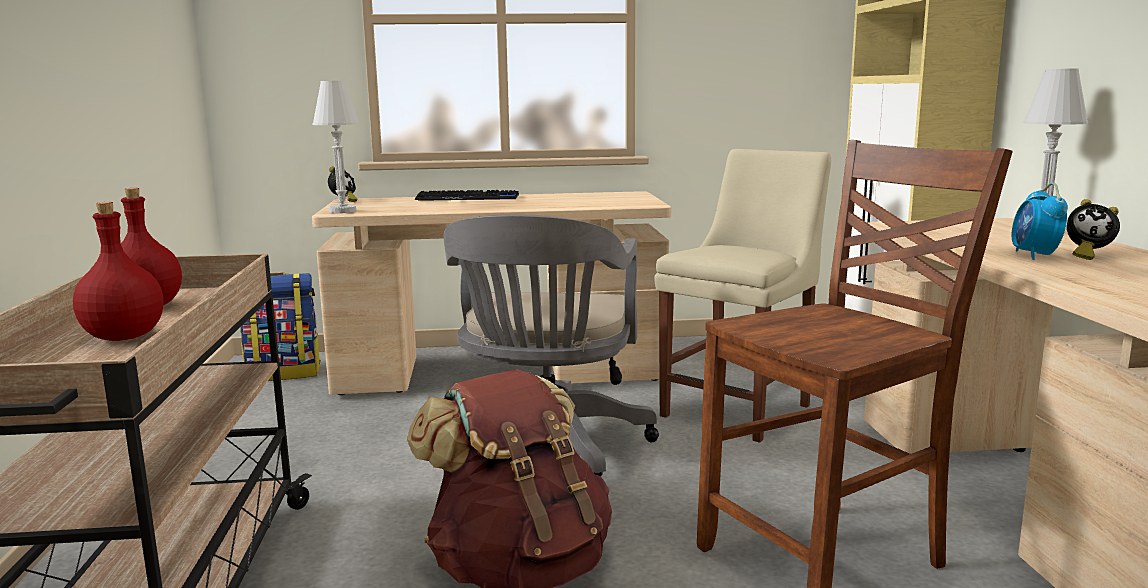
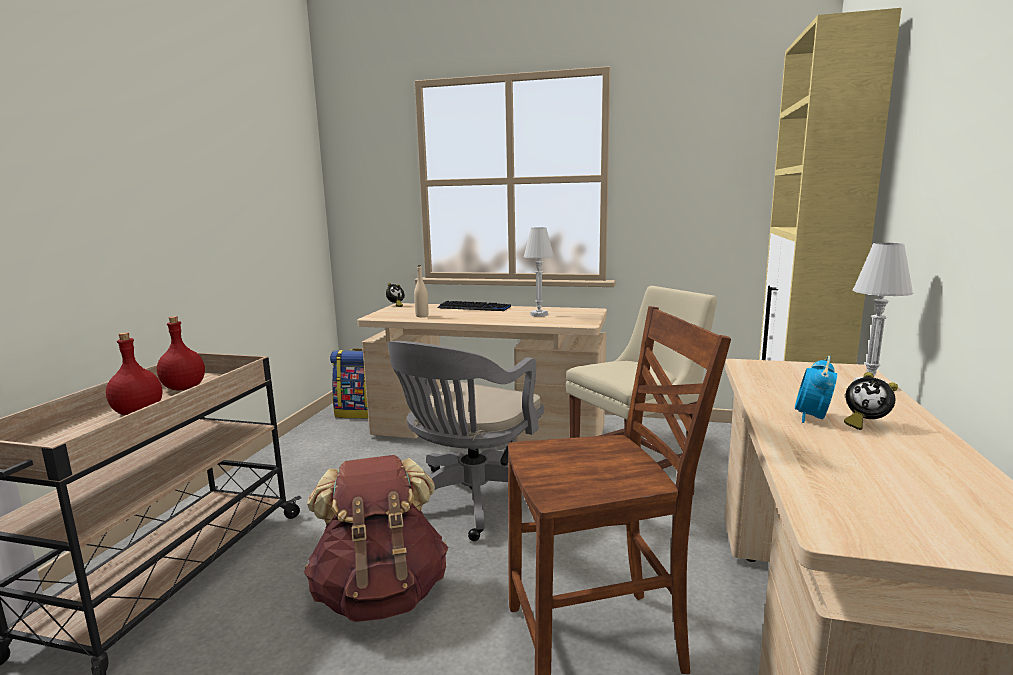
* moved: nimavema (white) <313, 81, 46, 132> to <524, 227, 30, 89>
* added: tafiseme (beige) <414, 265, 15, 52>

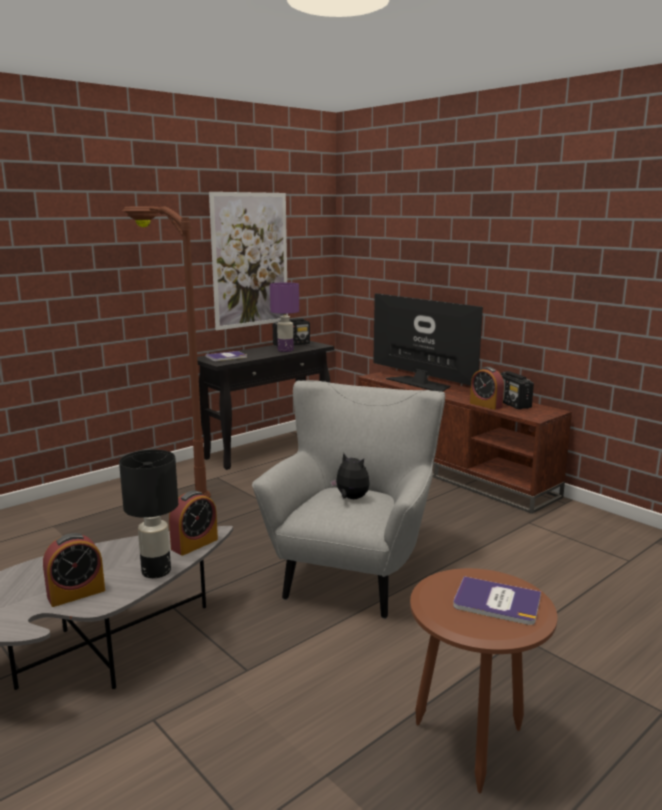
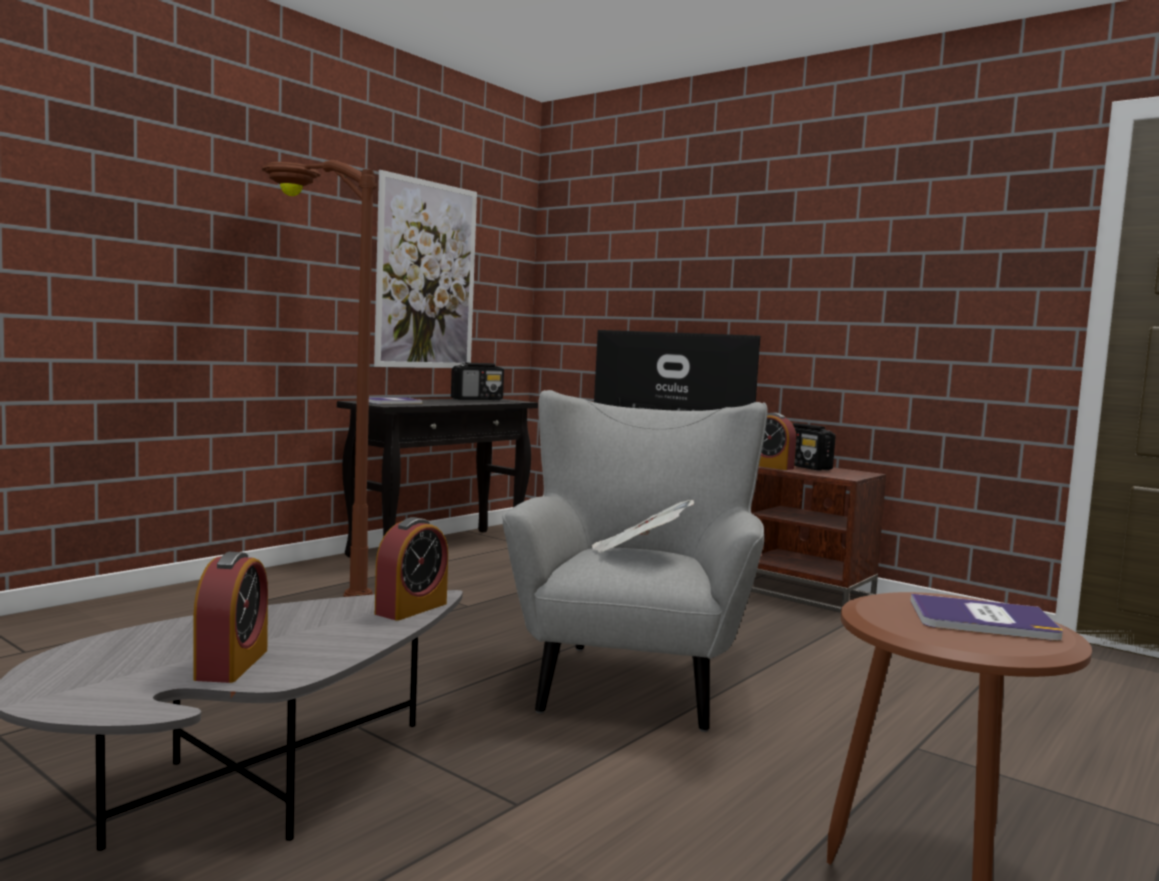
* removed: nimavema (purple) <270, 282, 29, 70>
* removed: nimavema (black) <119, 450, 59, 128>
* replaced: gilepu <330, 453, 39, 46> to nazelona <592, 500, 102, 53>
* turned: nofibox <43, 533, 62, 74> = <193, 552, 75, 131> 45 degrees counterclockwise

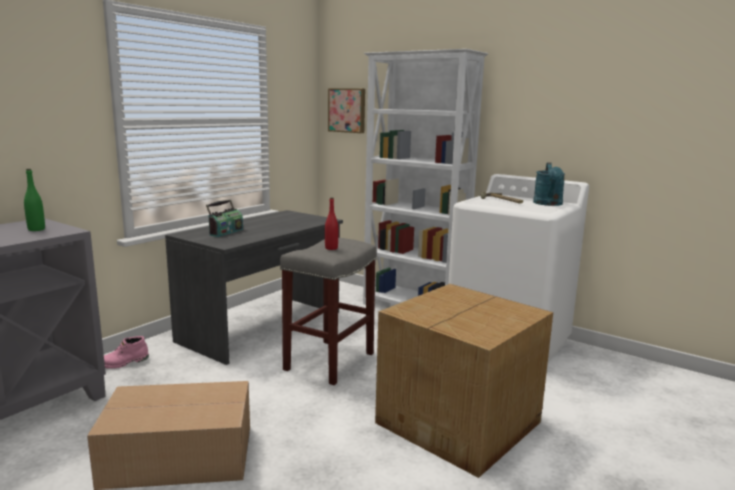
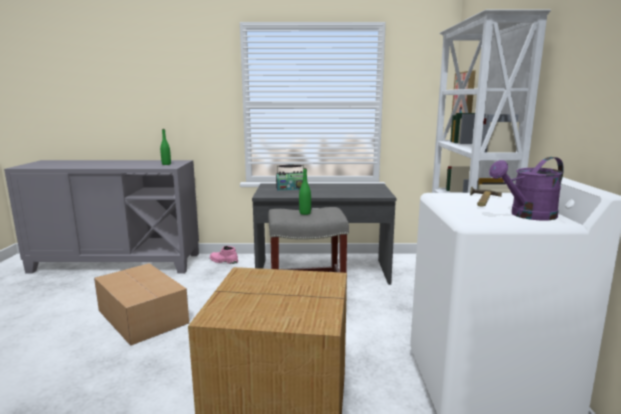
* recoloured: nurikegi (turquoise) <533, 162, 32, 44> to nurikegi (purple) <489, 157, 75, 63>
* recoloured: tafiseme (red) <325, 198, 13, 52> to tafiseme (green) <299, 168, 12, 47>

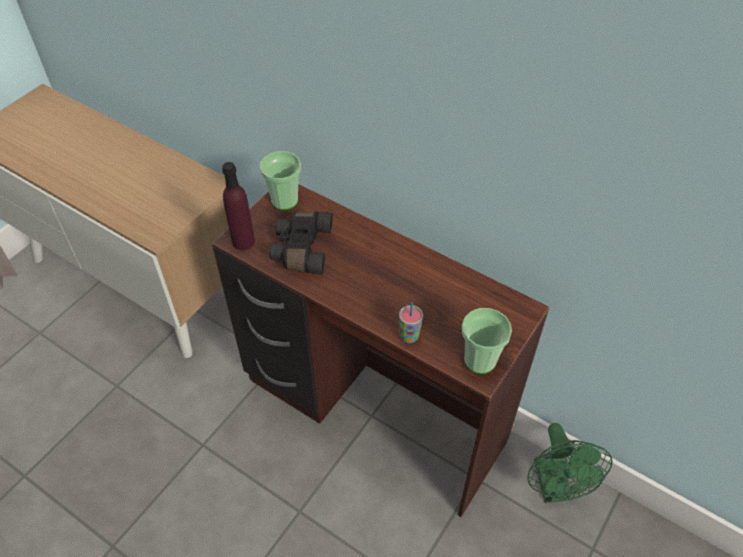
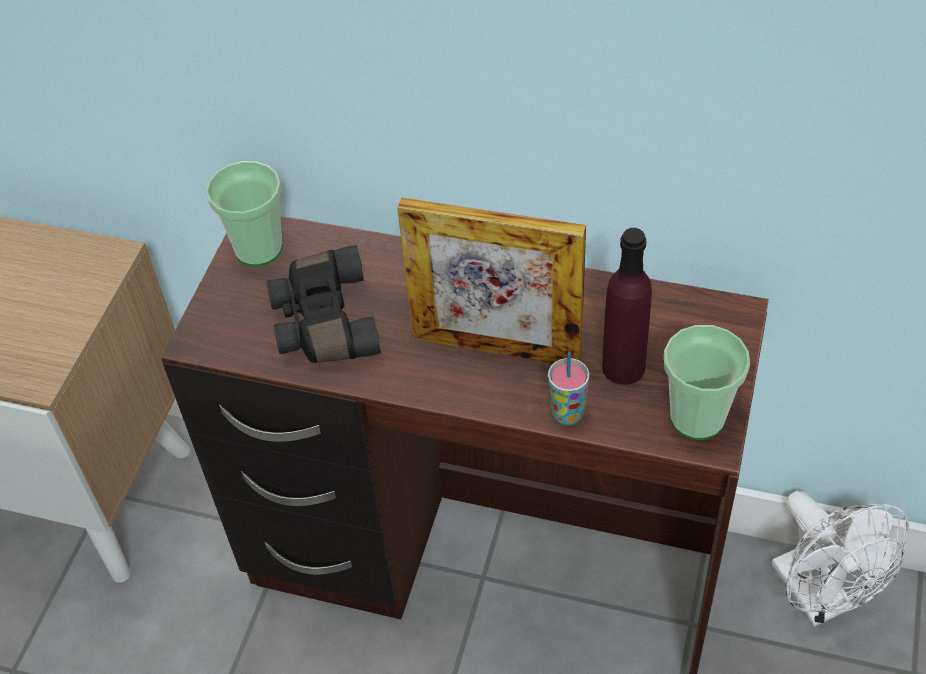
* moved: tafiseme (purple) <222, 162, 33, 88> to <602, 228, 50, 157>
* recoloured: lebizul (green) <527, 423, 86, 80> to lebizul (white) <771, 491, 138, 136>
* added: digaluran <397, 197, 189, 166>

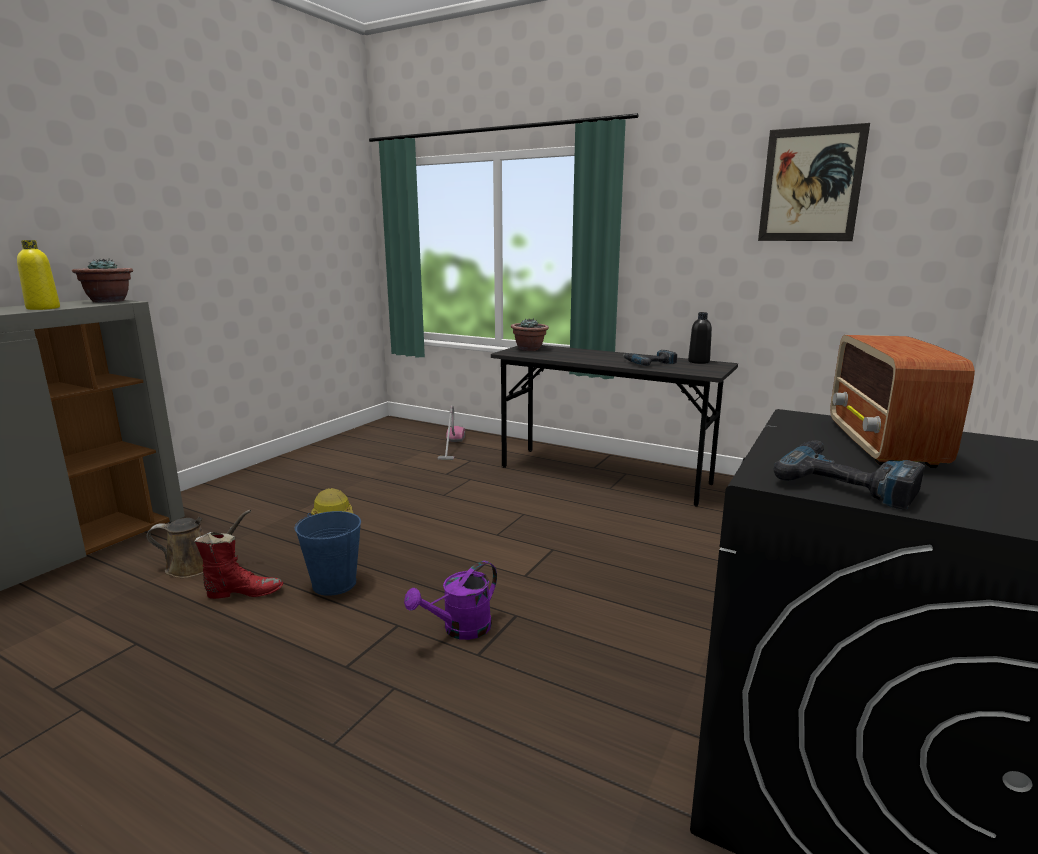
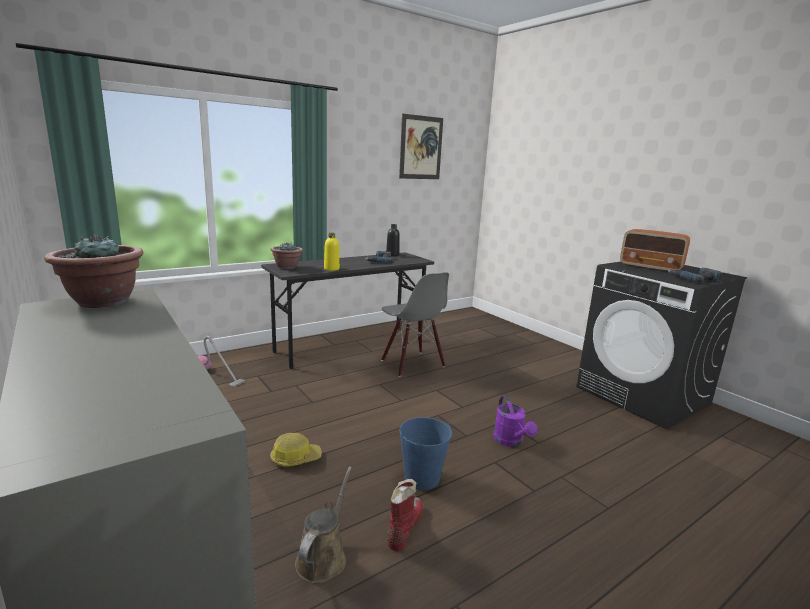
* moved: tafiseme (yellow) <17, 240, 43, 70> to <324, 233, 16, 38>
* added: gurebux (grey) <381, 272, 68, 105>

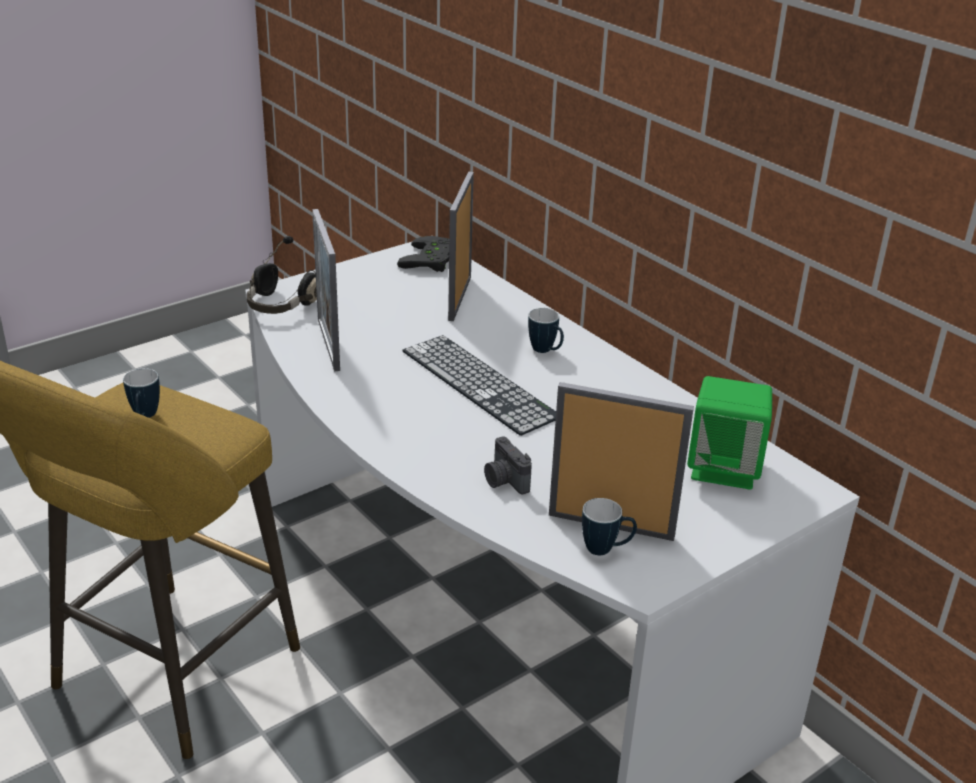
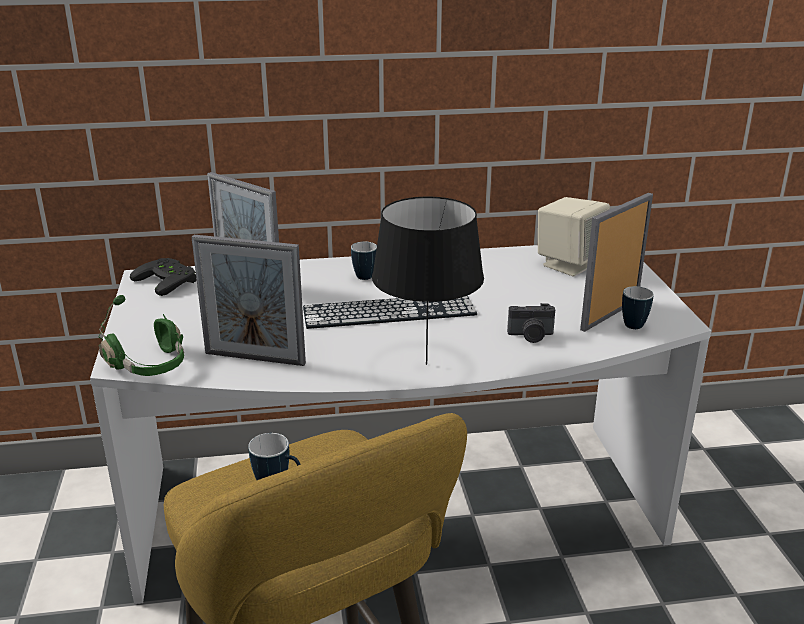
* recoloured: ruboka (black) <247, 236, 70, 78> to ruboka (green) <99, 295, 85, 81>
* recoloured: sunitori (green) <687, 376, 85, 114> to sunitori (beige) <538, 197, 72, 80>
* added: nimavema (black) <372, 197, 112, 168>

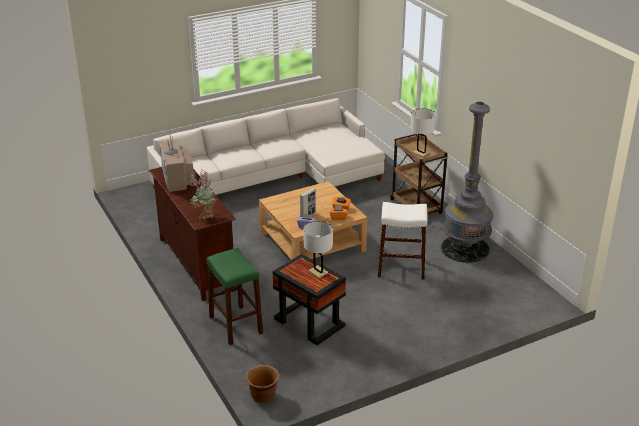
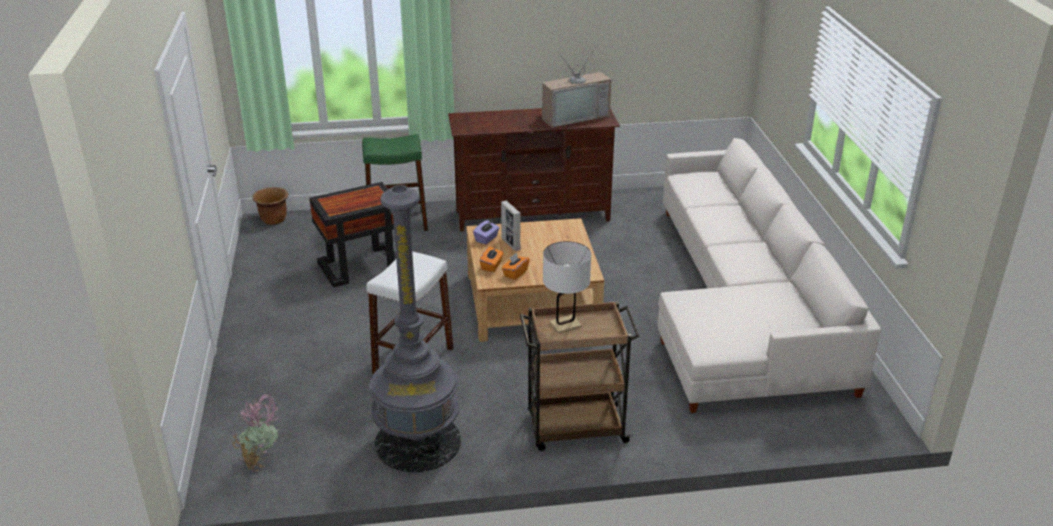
* turned: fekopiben <160, 123, 34, 69> = <542, 45, 69, 82> 150 degrees clockwise
* moved: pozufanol <189, 170, 27, 51> to <232, 393, 47, 78>
* removed: nimavema (white) <303, 221, 30, 58>

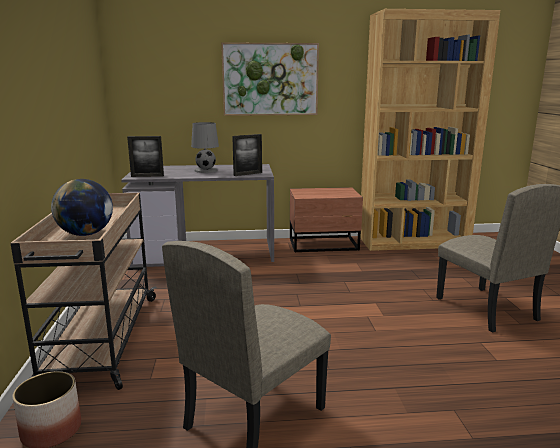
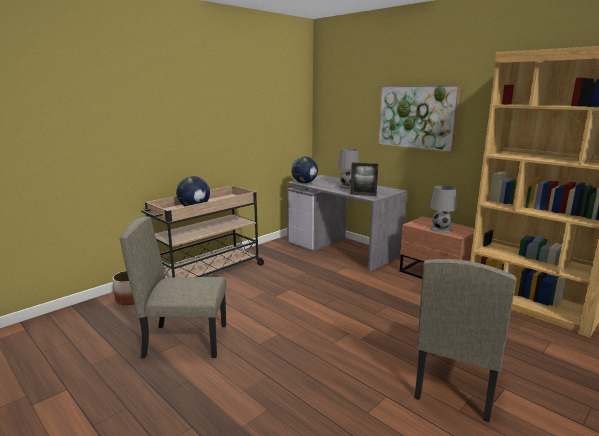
* replaced: digaluran <127, 136, 37, 41> to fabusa <291, 156, 27, 27>
* added: nimavema (grey) <430, 185, 26, 48>

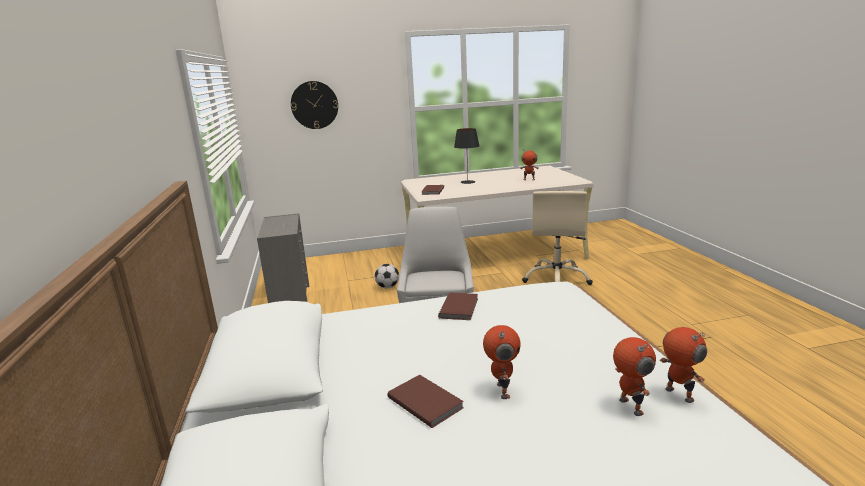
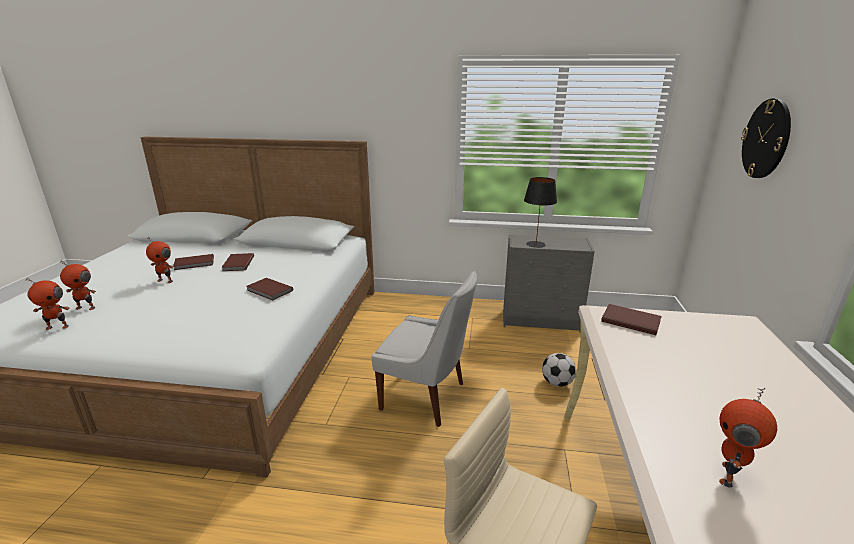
* moved: nimavema (black) <454, 128, 26, 56> to <524, 177, 33, 71>
* added: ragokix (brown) <221, 253, 33, 18>

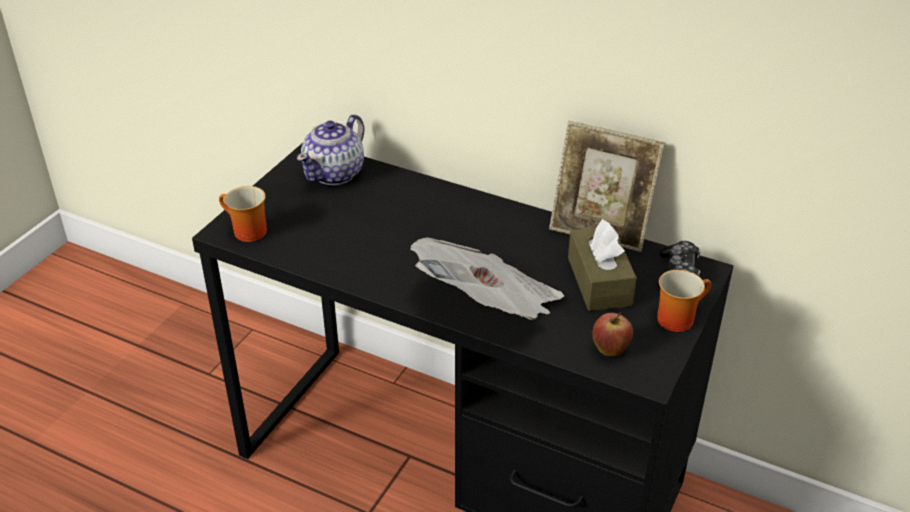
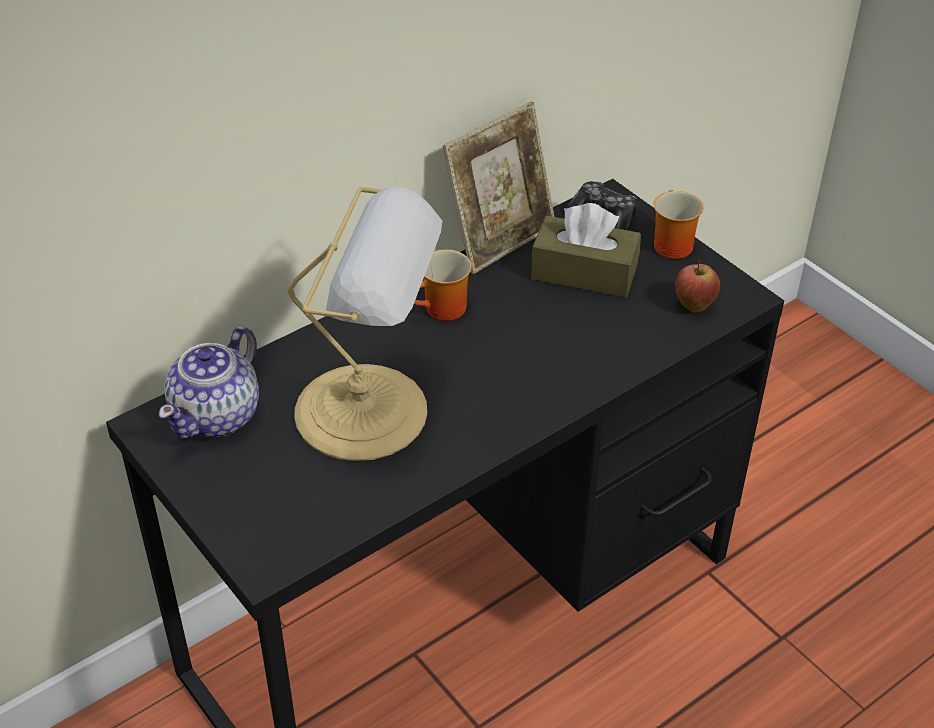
* turned: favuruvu <297, 114, 68, 71> = <159, 326, 100, 113> 60 degrees clockwise
* moved: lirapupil <219, 186, 48, 56> to <414, 249, 58, 72>
* removed: nazelona <411, 237, 153, 83>
* added: nimavema <288, 187, 154, 274>

